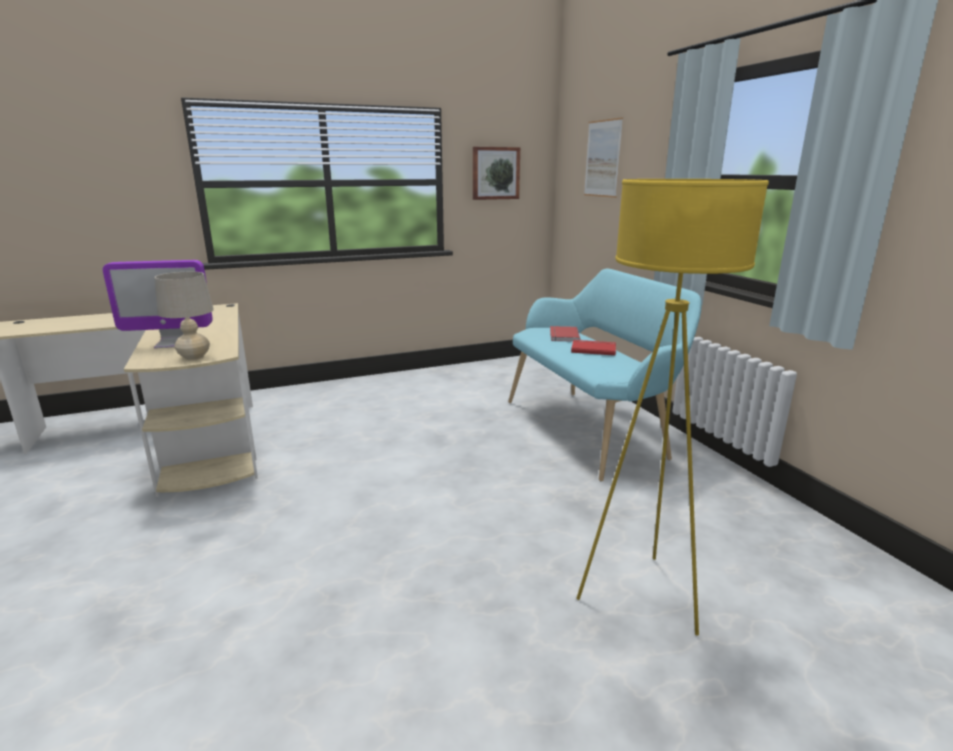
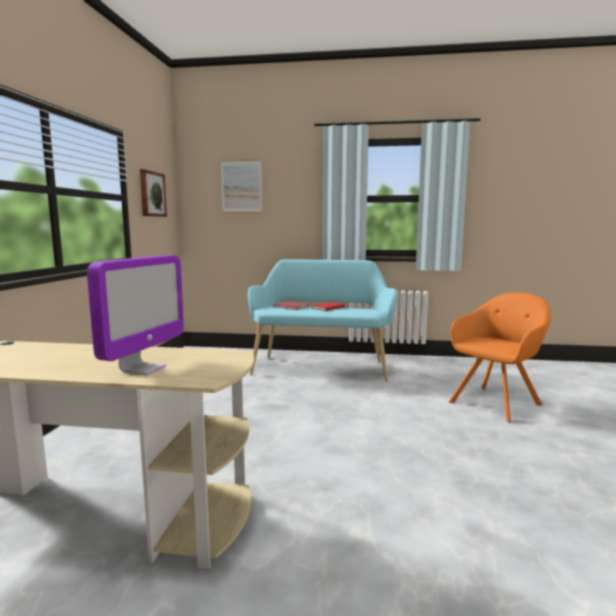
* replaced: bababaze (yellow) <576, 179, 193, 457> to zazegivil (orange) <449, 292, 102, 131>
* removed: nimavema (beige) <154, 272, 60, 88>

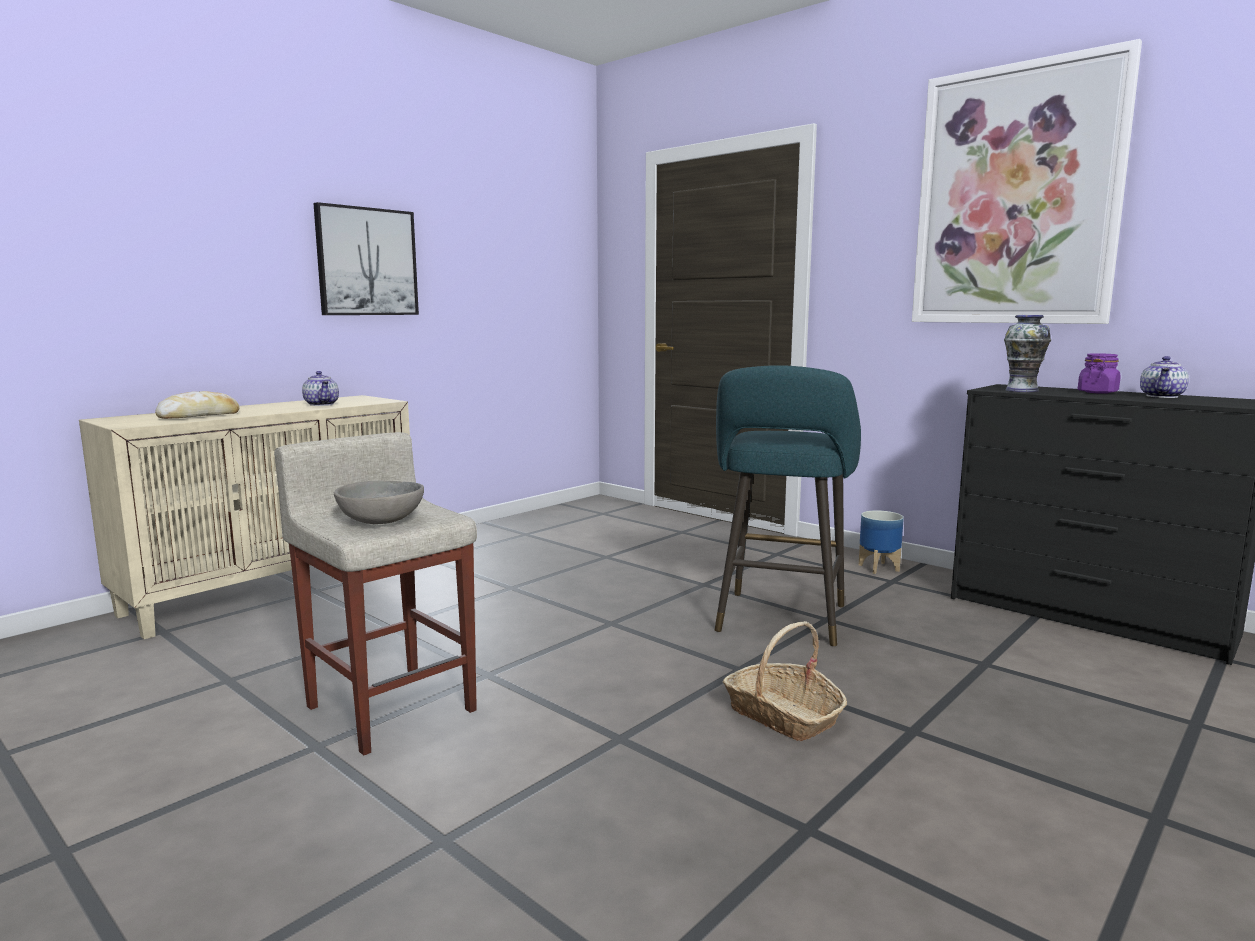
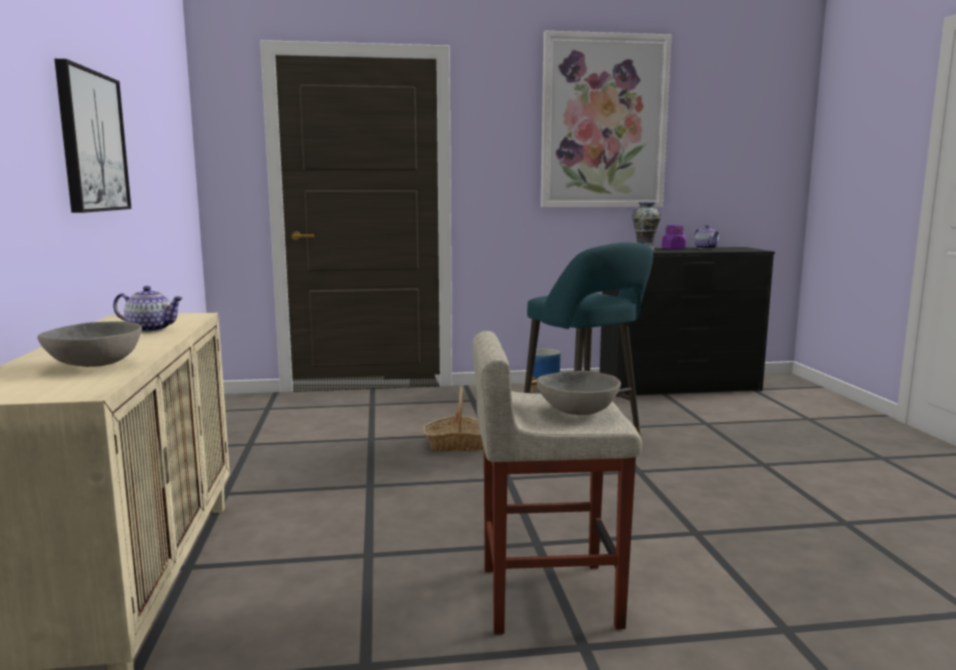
* replaced: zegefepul <155, 391, 84, 28> to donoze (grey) <37, 321, 105, 46>
* moved: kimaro <722, 621, 125, 120> to <423, 386, 61, 65>

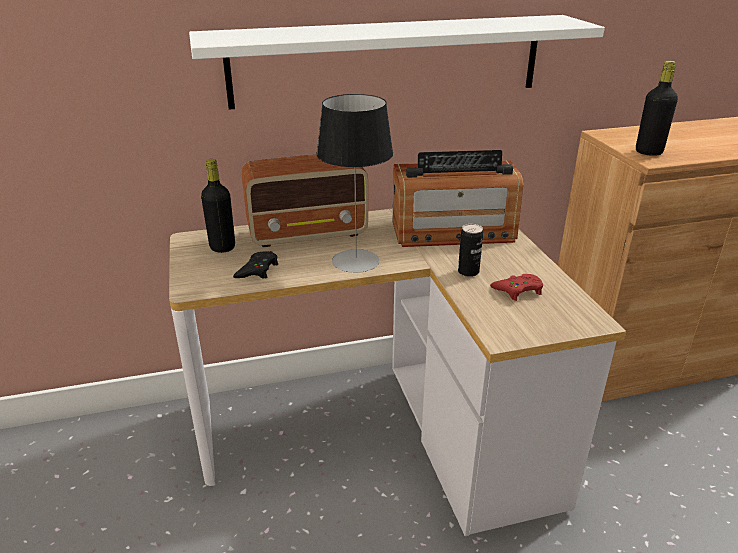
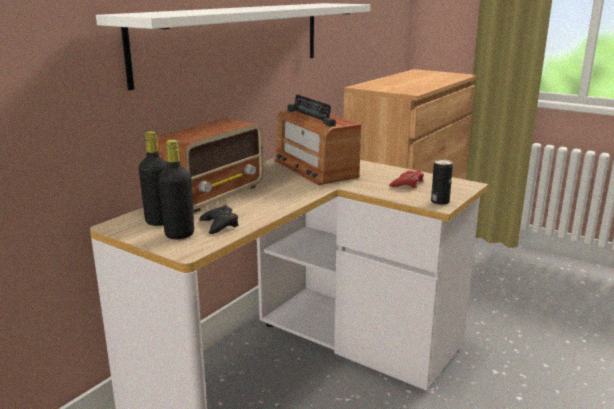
* moved: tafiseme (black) <636, 61, 42, 95> to <159, 140, 35, 99>
* removed: nimavema <316, 94, 77, 179>
* turned: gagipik <393, 150, 130, 97> = <274, 95, 87, 90> 105 degrees clockwise
* moved: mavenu <458, 224, 25, 53> to <431, 159, 22, 46>

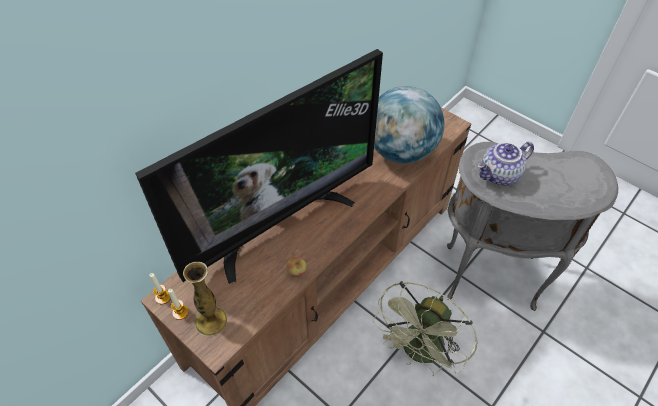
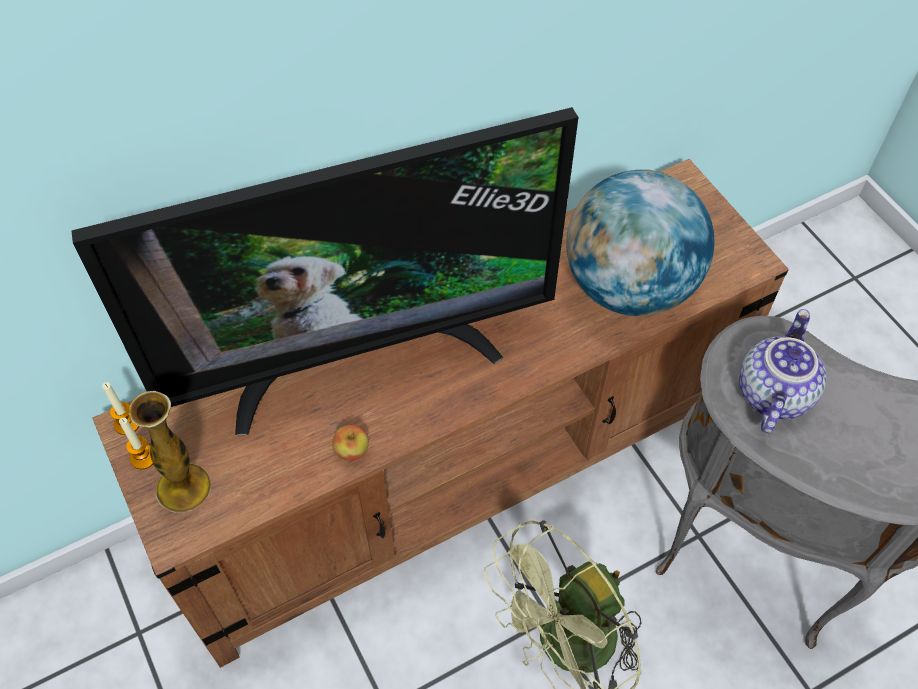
* turned: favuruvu <477, 142, 57, 43> = <739, 309, 87, 124> 120 degrees clockwise

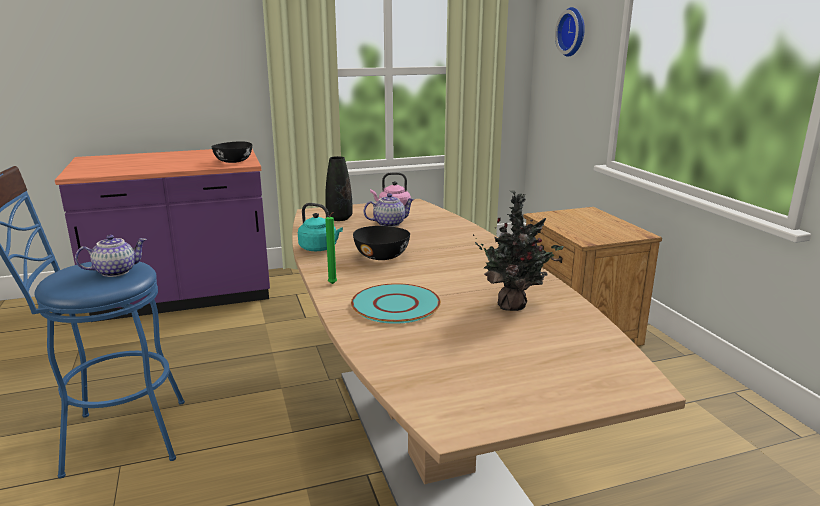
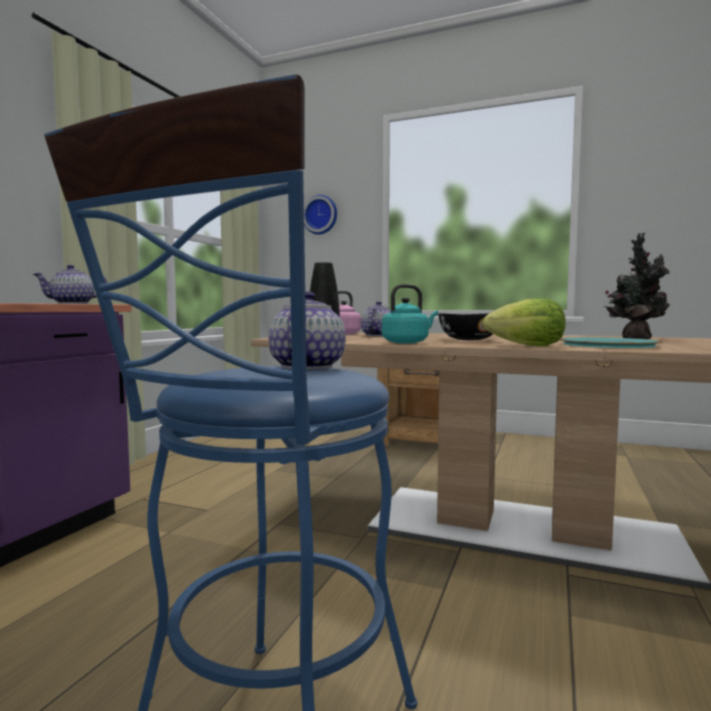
* replaced: donoze (black) <211, 141, 41, 22> to favuruvu <33, 265, 75, 39>
* replaced: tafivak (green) <325, 212, 12, 72> to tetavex <483, 298, 83, 48>

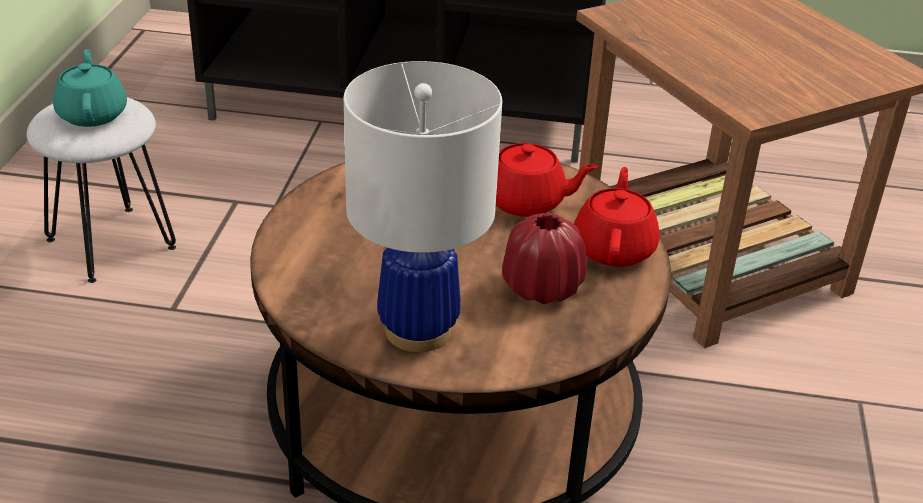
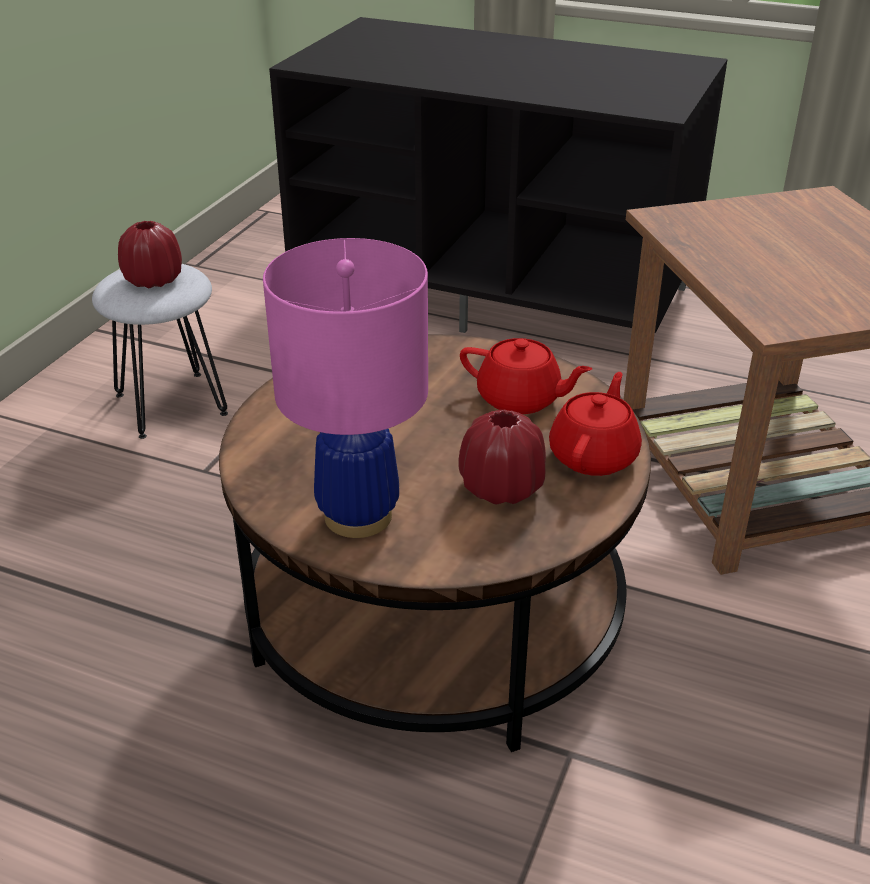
* replaced: favuruvu (turquoise) <53, 49, 74, 78> to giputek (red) <118, 221, 64, 67>
* recoloured: nimavema (white) <344, 61, 158, 291> to nimavema (pink) <263, 238, 165, 300>

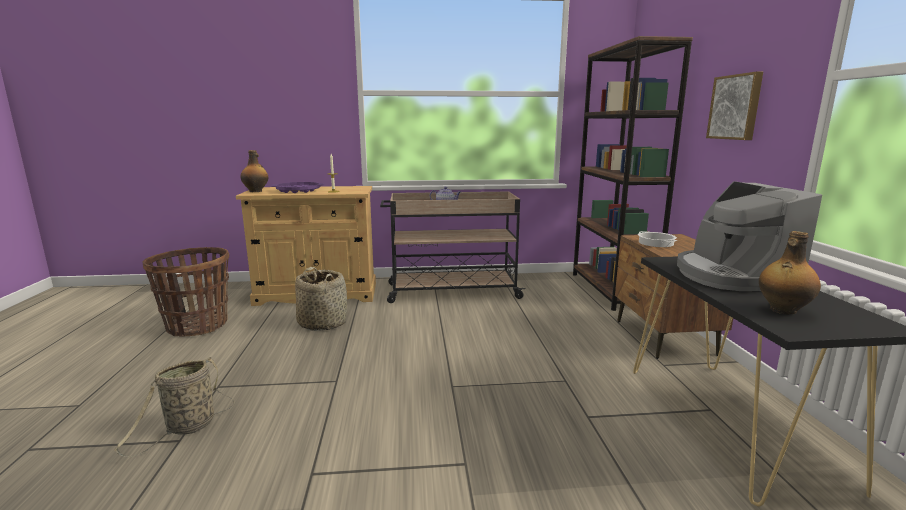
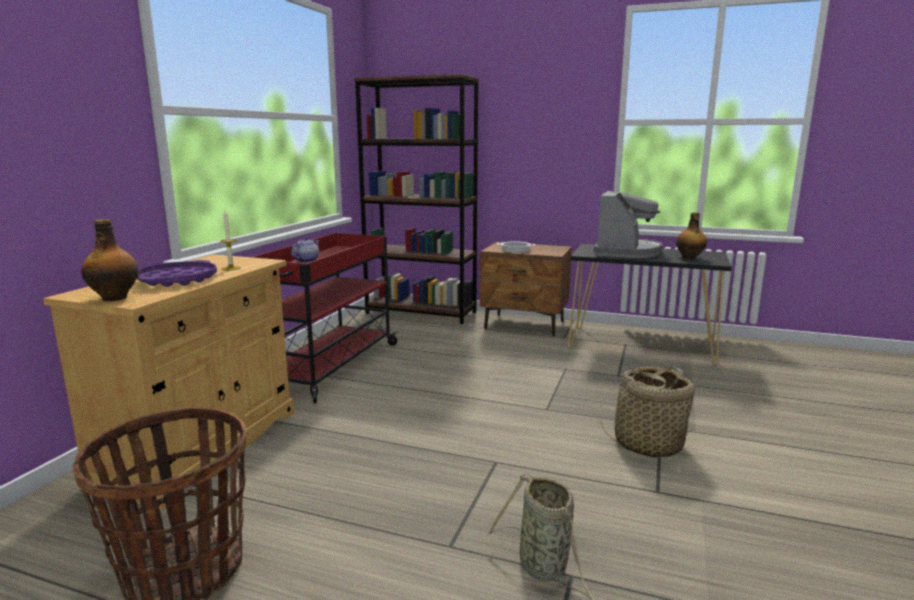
* removed: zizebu <706, 72, 57, 68>
* turned: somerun <677, 181, 145, 110> = <594, 191, 69, 67> 90 degrees counterclockwise
* recoloured: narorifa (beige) <380, 192, 145, 111> to narorifa (red) <252, 233, 147, 170>
* moved: kimaro <295, 267, 52, 64> to <600, 366, 95, 92>

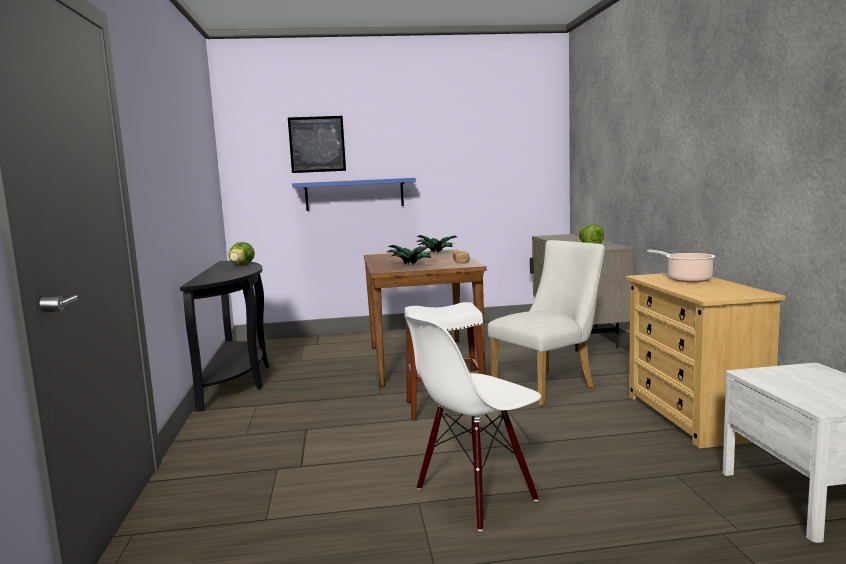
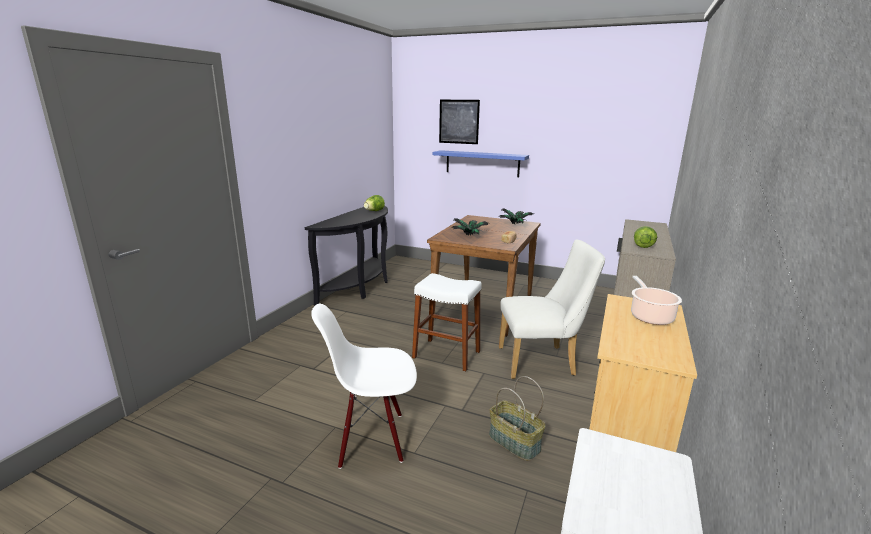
* added: kimaro <489, 376, 56, 85>

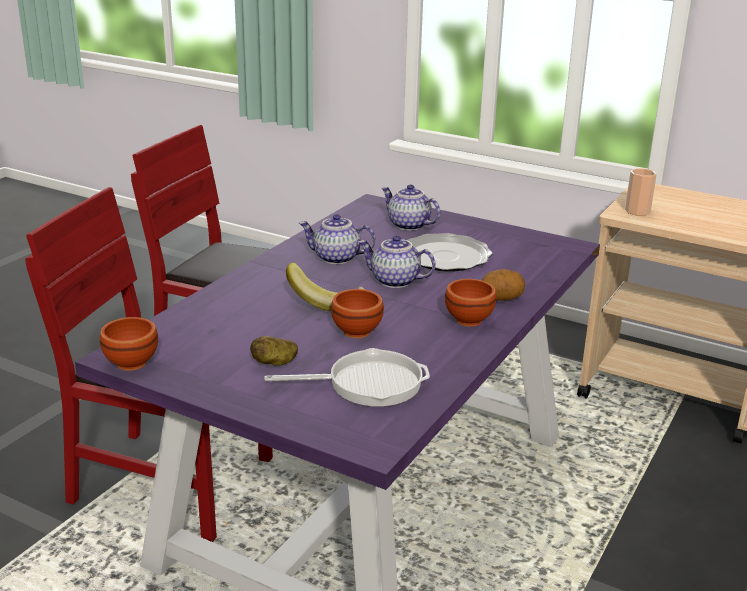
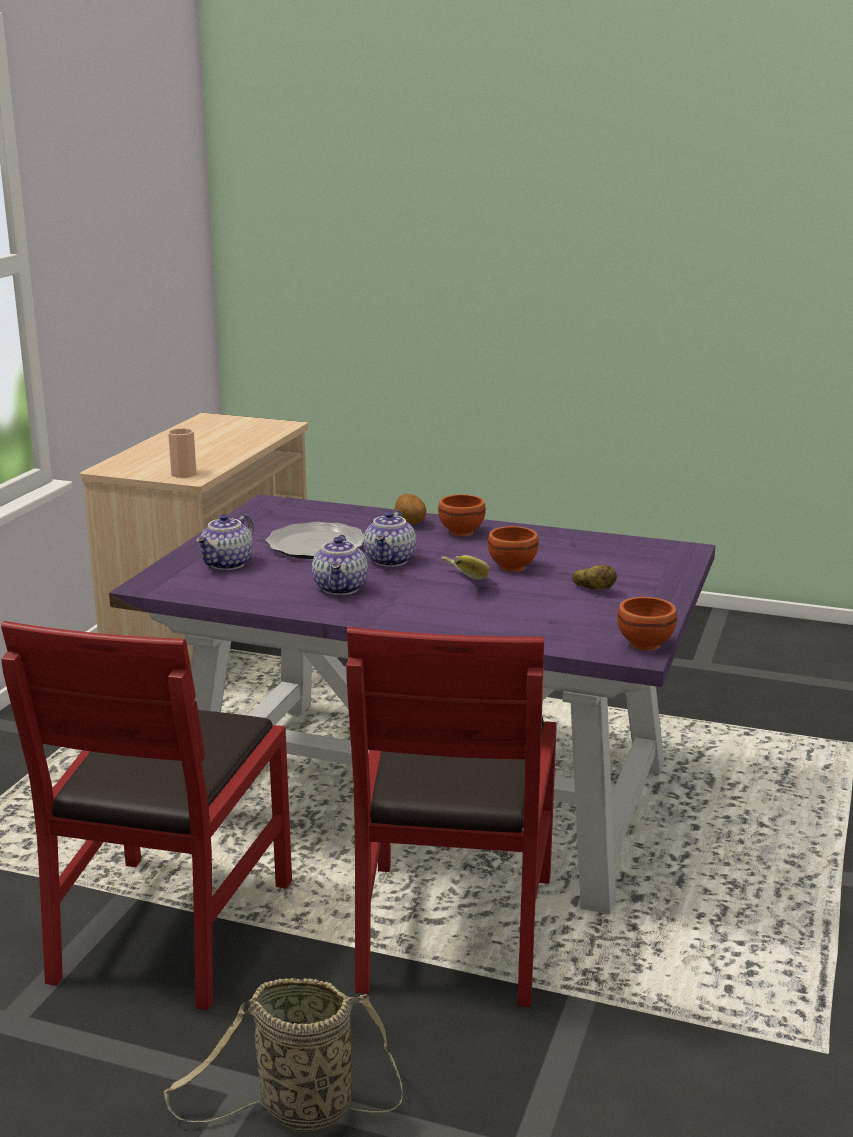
* removed: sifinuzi <265, 348, 165, 59>
* added: kimaro <164, 978, 239, 154>

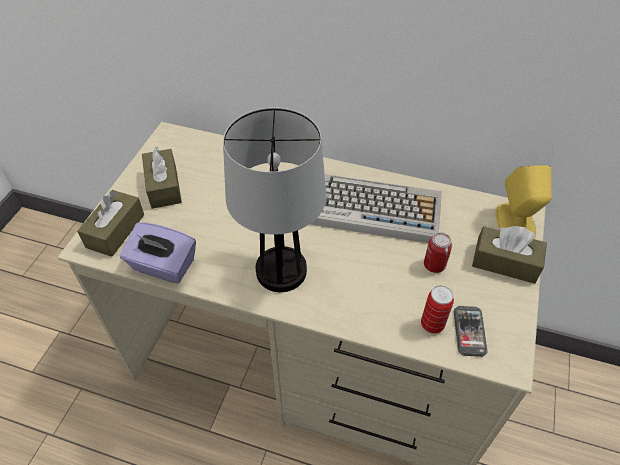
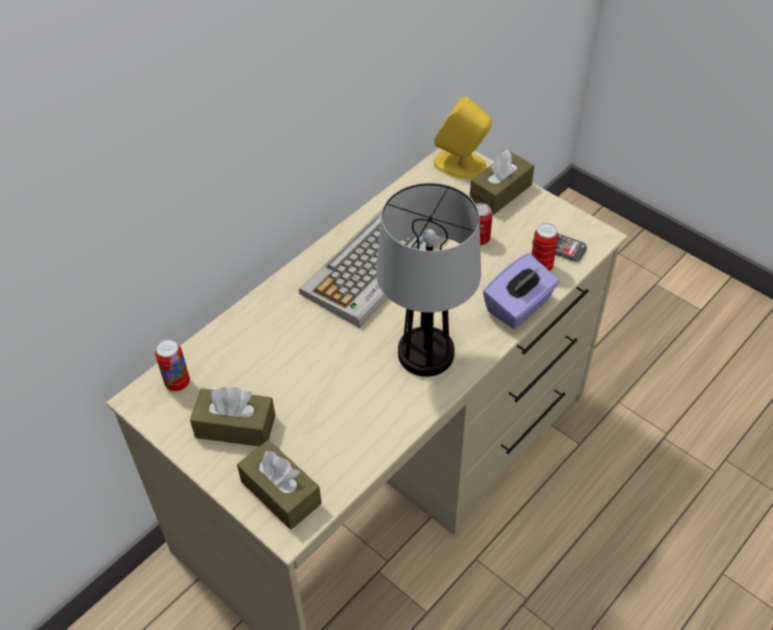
* moved: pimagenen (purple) <120, 222, 76, 61> to <483, 254, 76, 75>
* added: mavenu <155, 339, 35, 52>

